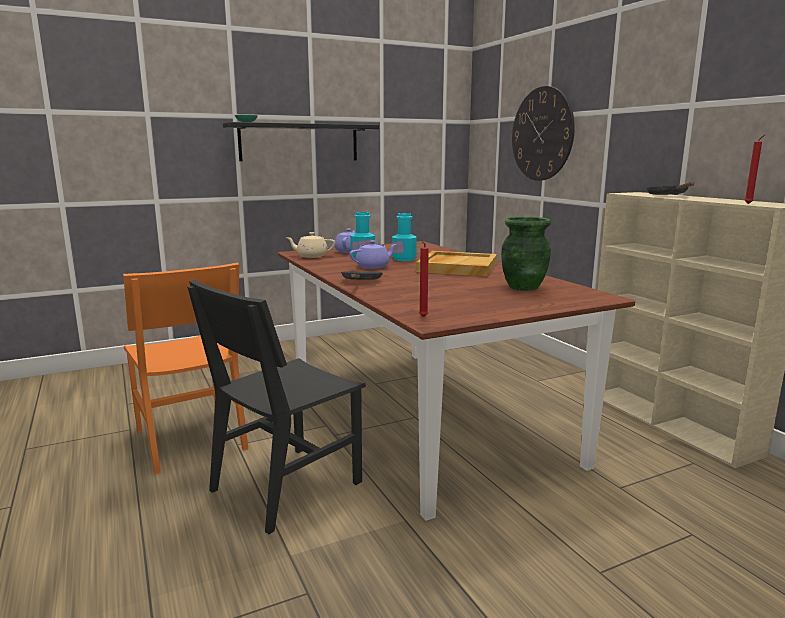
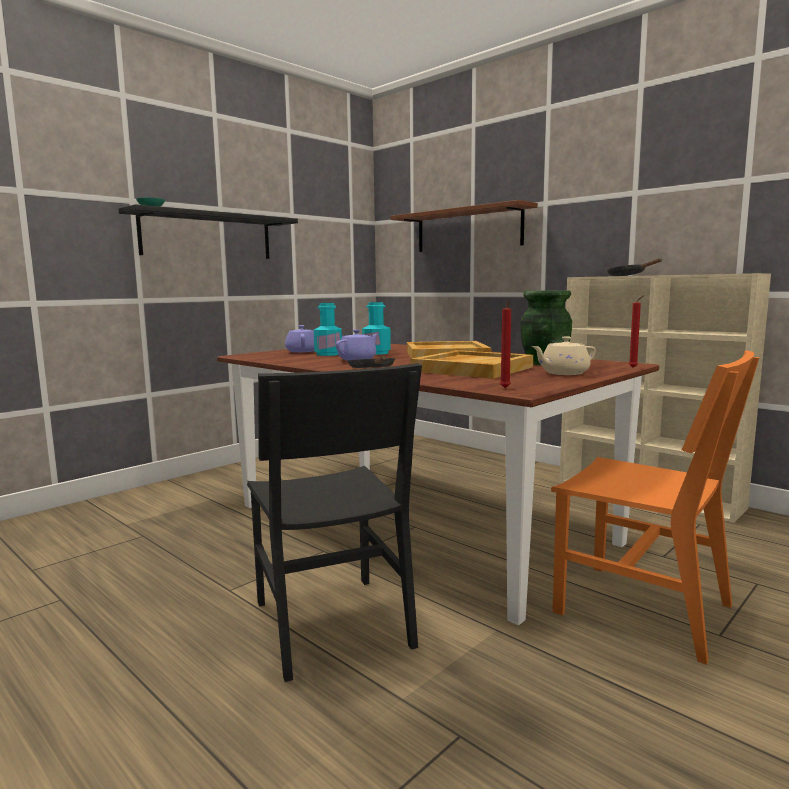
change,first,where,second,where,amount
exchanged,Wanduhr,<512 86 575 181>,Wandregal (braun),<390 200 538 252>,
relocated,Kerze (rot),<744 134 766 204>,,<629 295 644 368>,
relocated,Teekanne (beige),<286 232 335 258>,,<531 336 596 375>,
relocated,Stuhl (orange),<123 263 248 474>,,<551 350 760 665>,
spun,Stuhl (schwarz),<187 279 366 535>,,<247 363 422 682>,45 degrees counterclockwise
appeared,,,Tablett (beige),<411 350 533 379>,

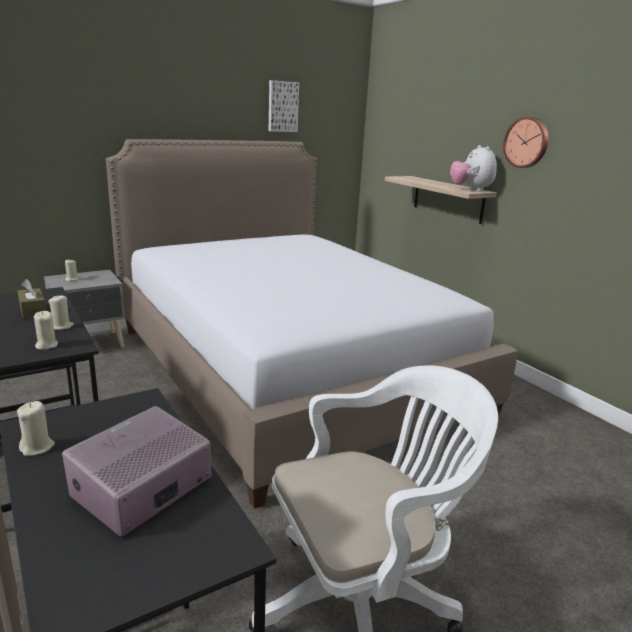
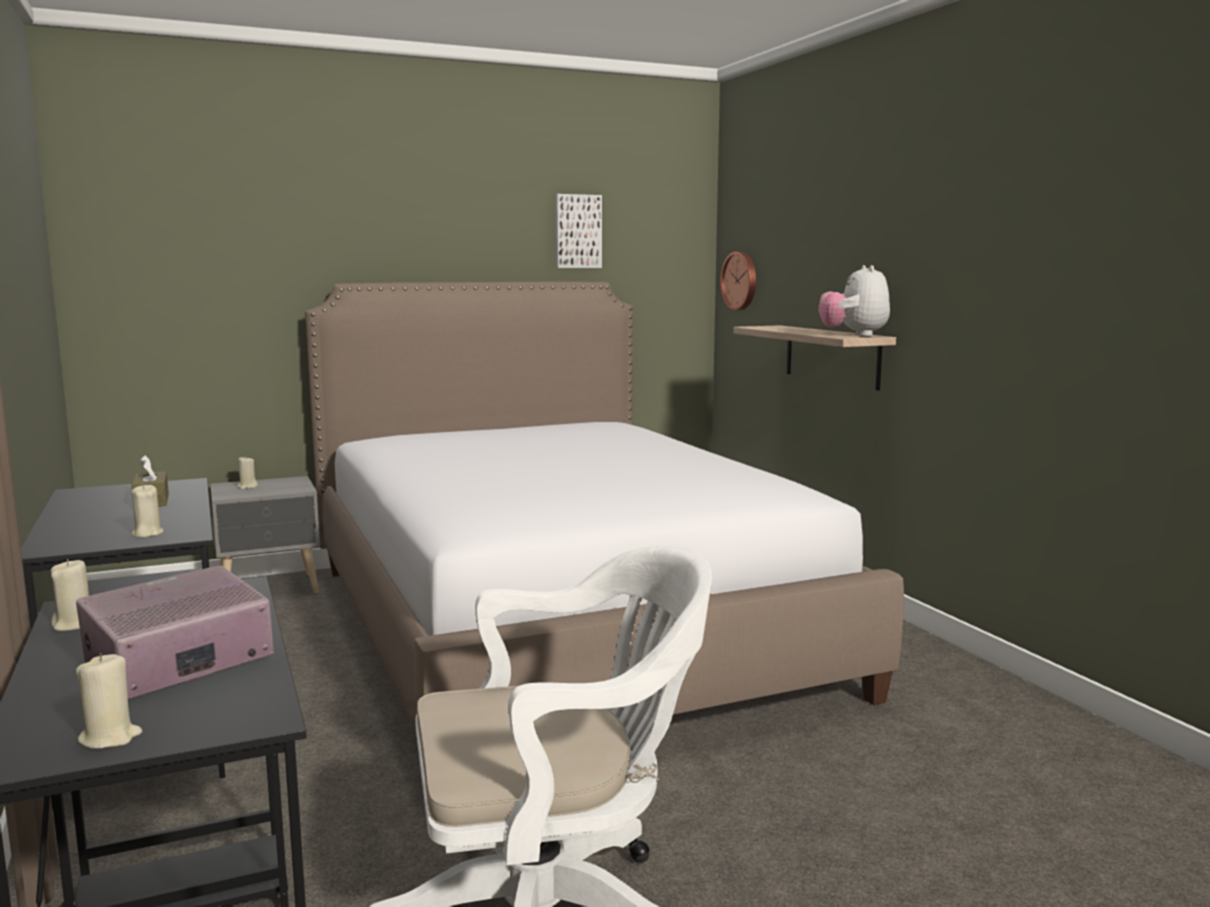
change,first,where,second,where,amount
relocated,Wanduhr,<503 117 548 168>,,<720 252 756 310>,
relocated,Kerze (beige),<49 295 74 330>,,<76 653 142 749>,

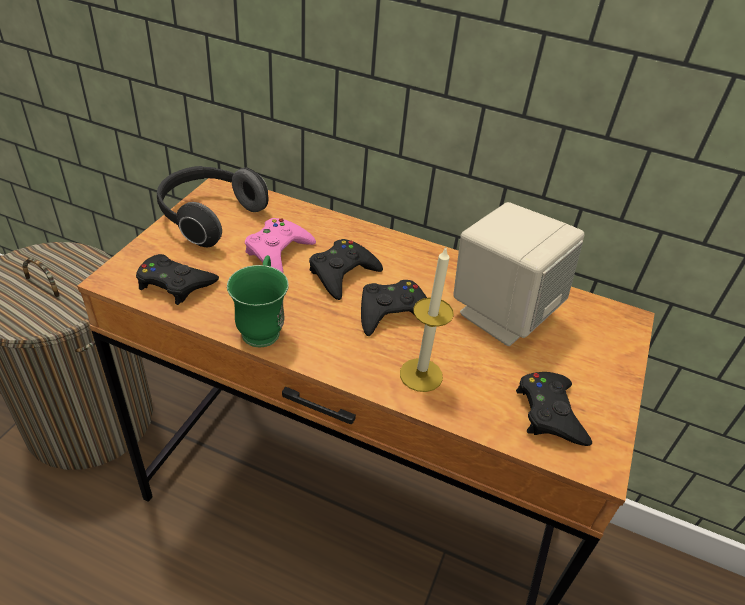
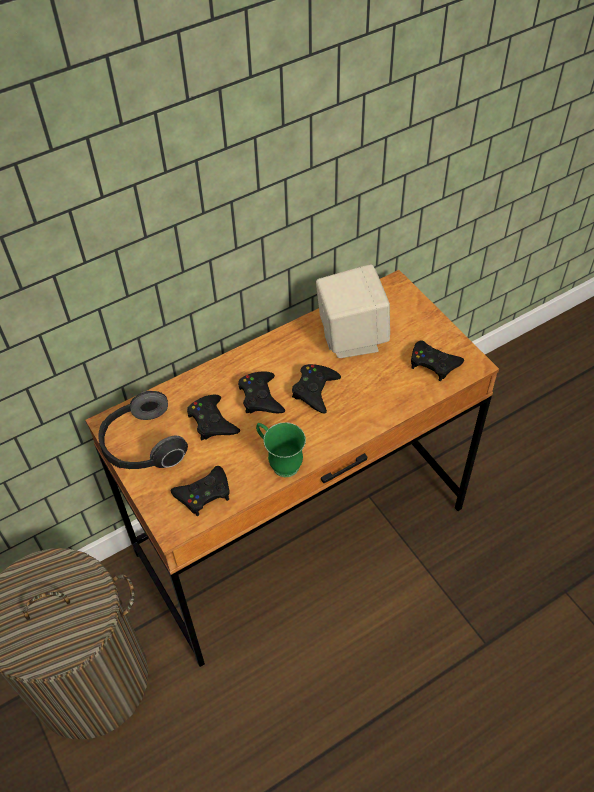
change,first,where,second,where,amount
colour,Gamepad (rosa),<245 218 316 273>,Gamepad (schwarz),<187 395 240 440>,
missing,Kerze,<400 248 454 392>,,,

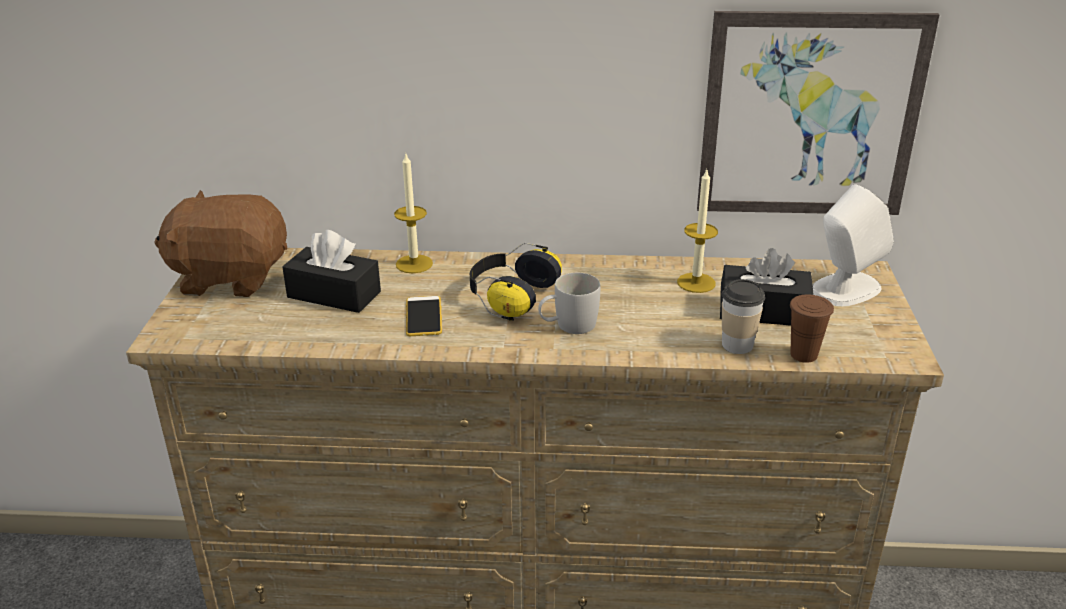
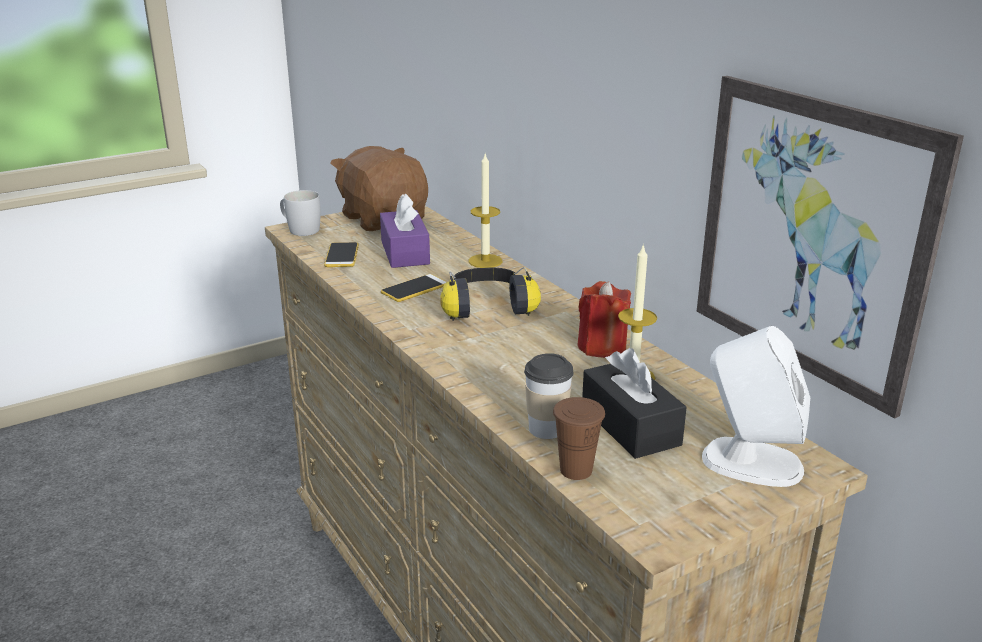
change,first,where,second,where,amount
colour,Taschentuchbox (schwarz),<282 230 381 313>,Taschentuchbox (lila),<380 193 430 268>,
relocated,Henkelbecher (weiß),<538 273 600 334>,,<280 190 321 236>,
appeared,,,Handy,<324 242 359 267>,
appeared,,,Kerze (rot),<578 281 631 358>,

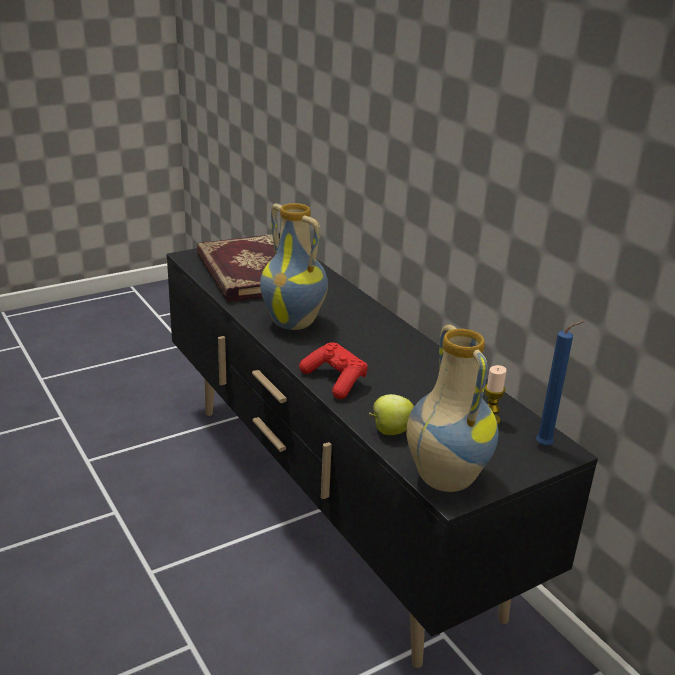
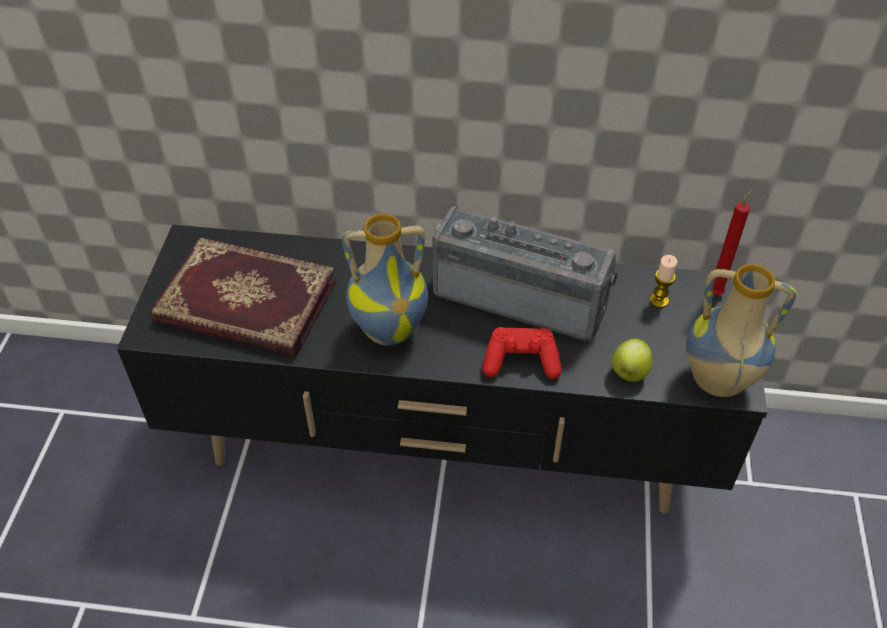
change,first,where,second,where,amount
colour,Kerze (blau),<536 321 584 446>,Kerze (rot),<712 188 753 295>,
appeared,,,Radio,<433 206 618 341>,

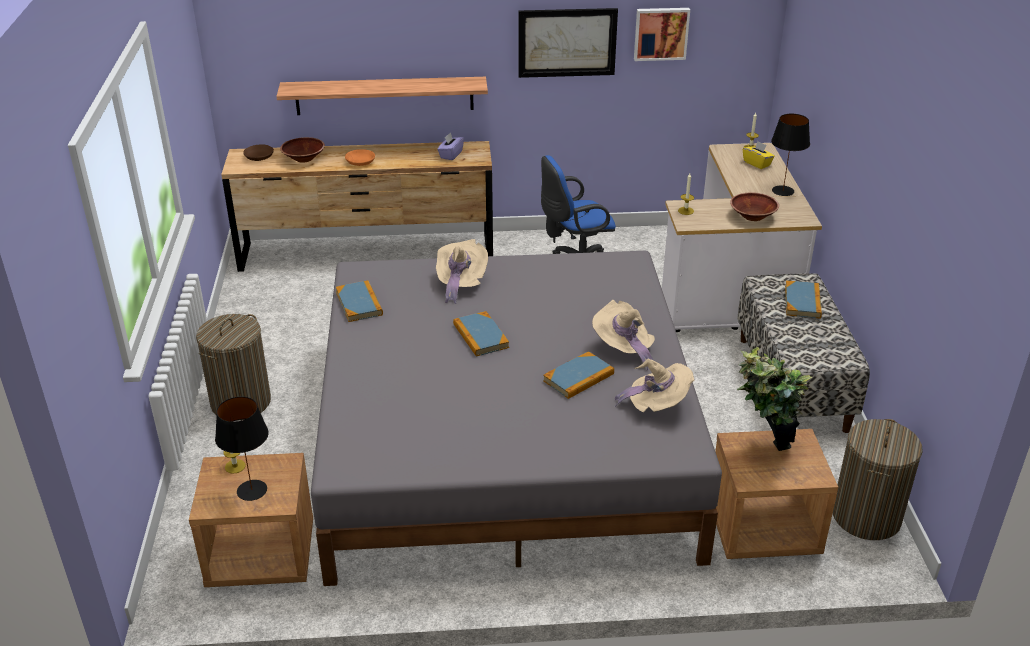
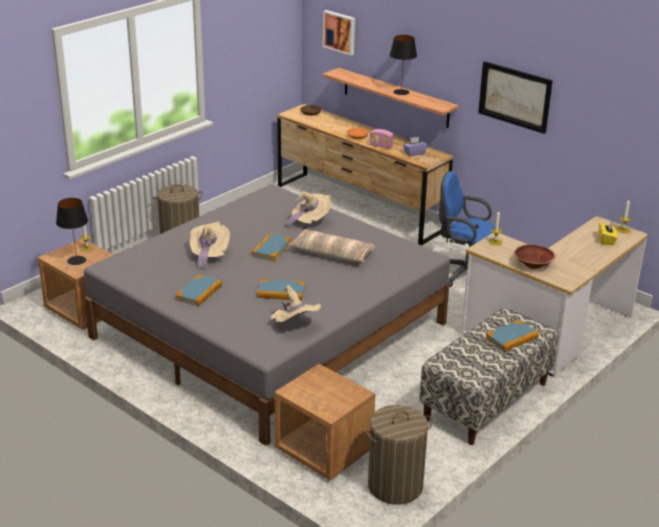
change,first,where,second,where,amount
relocated,Bild,<634 8 690 61>,,<323 10 355 55>,
relocated,Tischlampe (schwarz),<771 114 810 196>,,<390 35 417 95>,
missing,Schüssel (braun),<280 137 325 163>,,,
relocated,Buch,<336 280 383 322>,,<175 275 222 306>,
relocated,Hut (beige),<592 300 655 370>,,<190 222 230 270>,
missing,Topfpflanze,<737 347 813 451>,,,
appeared,,,Radio,<370 129 393 149>,
appeared,,,Kissen,<288 229 376 262>,

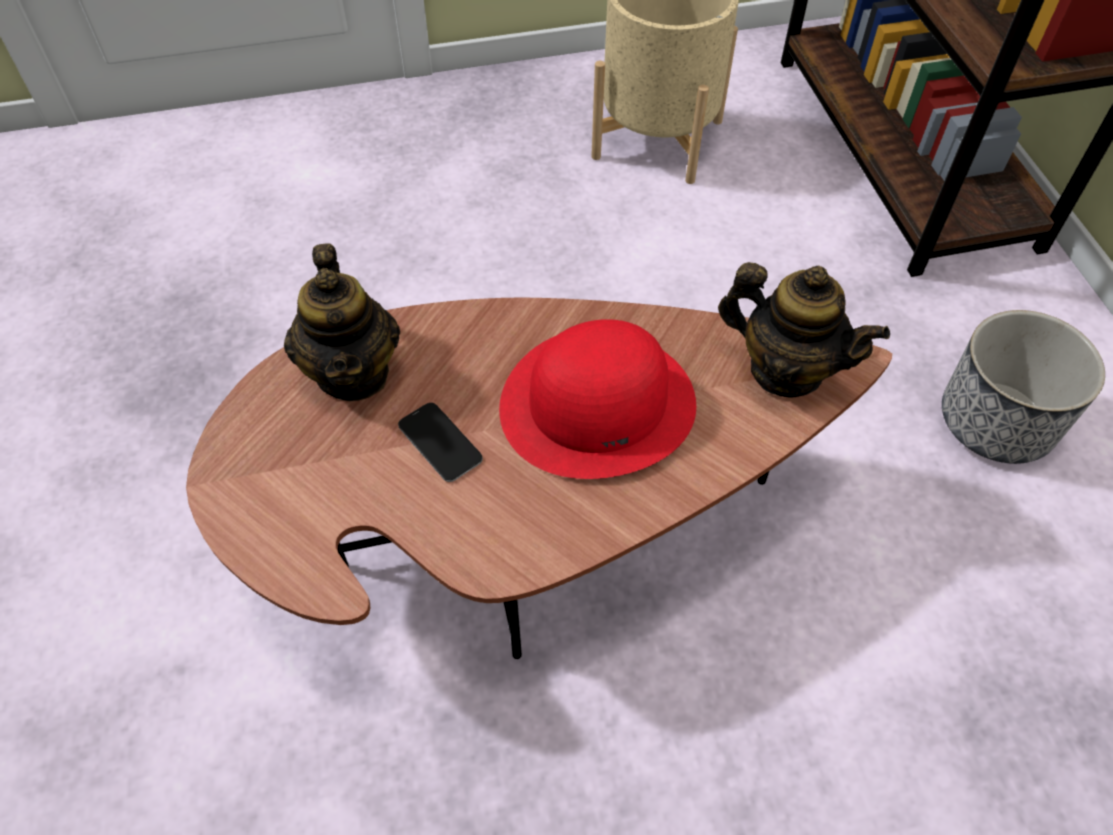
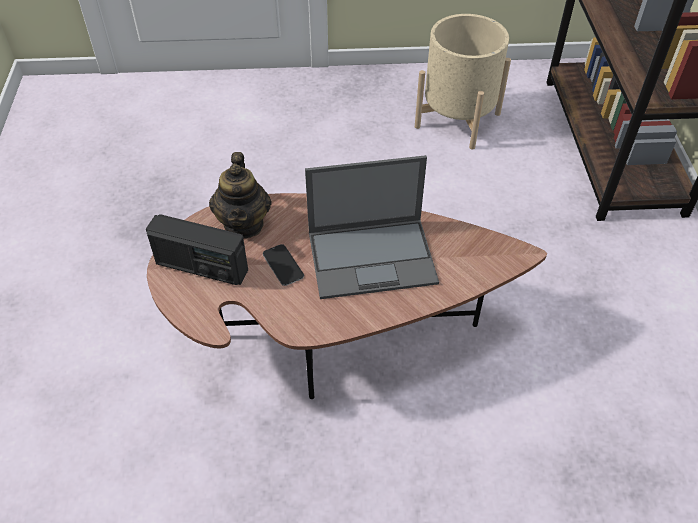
change,first,where,second,where,amount
missing,Teekanne,<718 262 890 397>,,,
missing,Pflanzkübel,<942 310 1105 464>,,,
exchanged,Hut (rot),<499 319 696 479>,Laptop,<305 155 439 299>,
appeared,,,Radio,<146 214 248 285>,

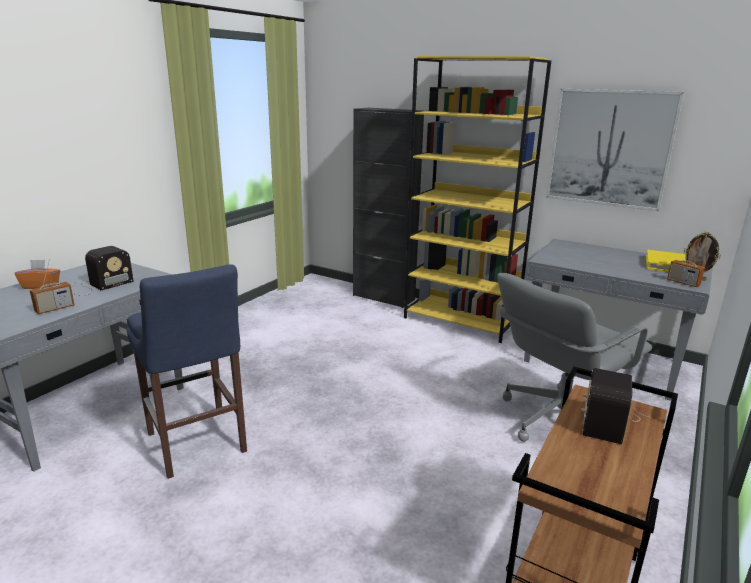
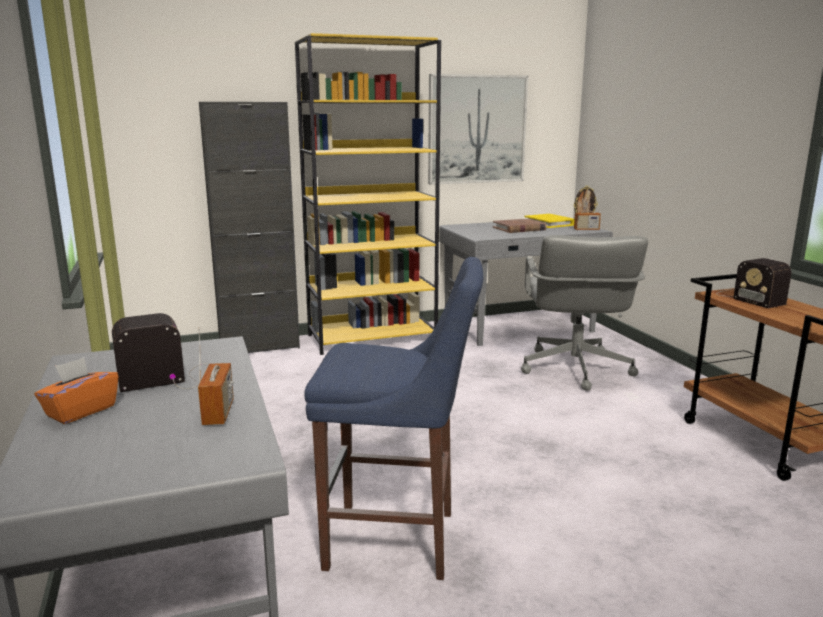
change,first,where,second,where,amount
spun,Radio,<71 246 133 296>,,<112 313 209 392>,105 degrees counterclockwise
appeared,,,Buch (braun),<493 218 547 233>,

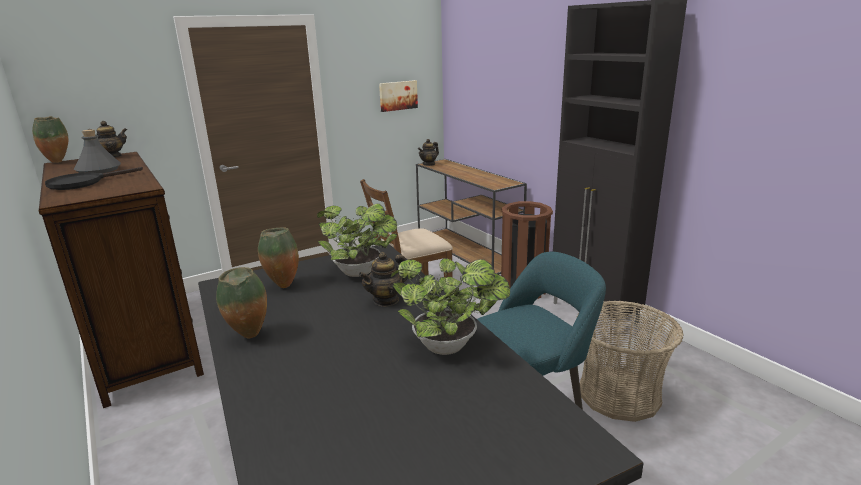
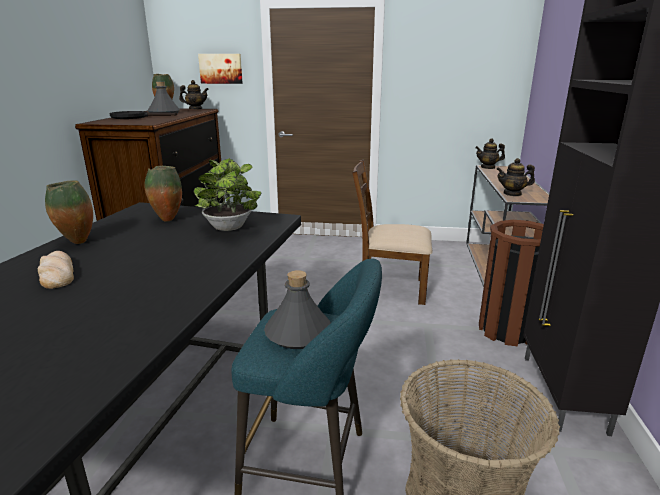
change,first,where,second,where,amount
relocated,Bild,<379 80 418 112>,,<198 54 243 84>,
relocated,Teekanne,<358 252 407 307>,,<496 158 535 196>,
missing,Topfpflanze,<391 258 510 355>,,,
appeared,,,Brot,<38 251 74 289>,
appeared,,,Flasche (grau),<264 270 331 349>,

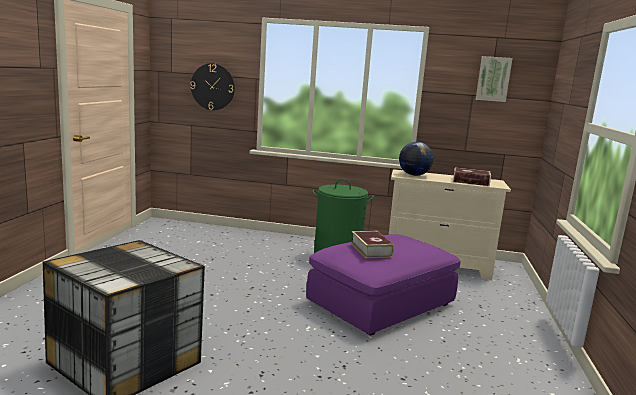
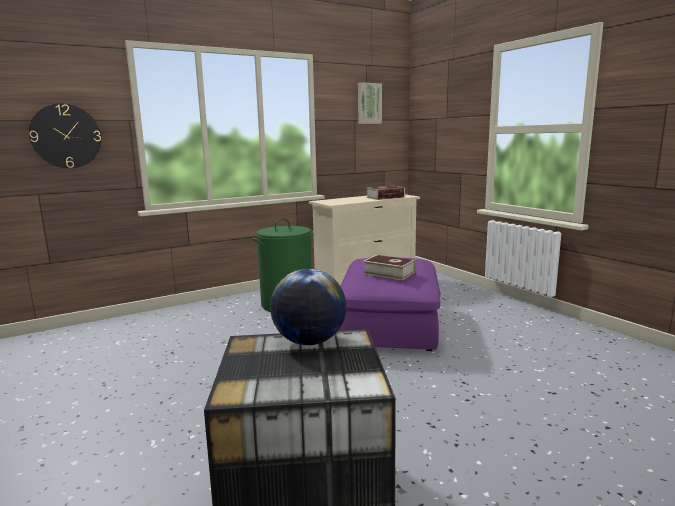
change,first,where,second,where,amount
relocated,Globus,<399 142 434 176>,,<270 269 346 345>,

